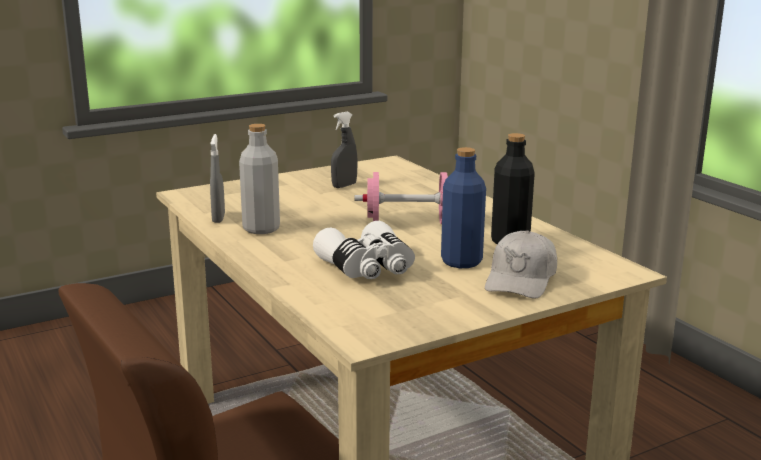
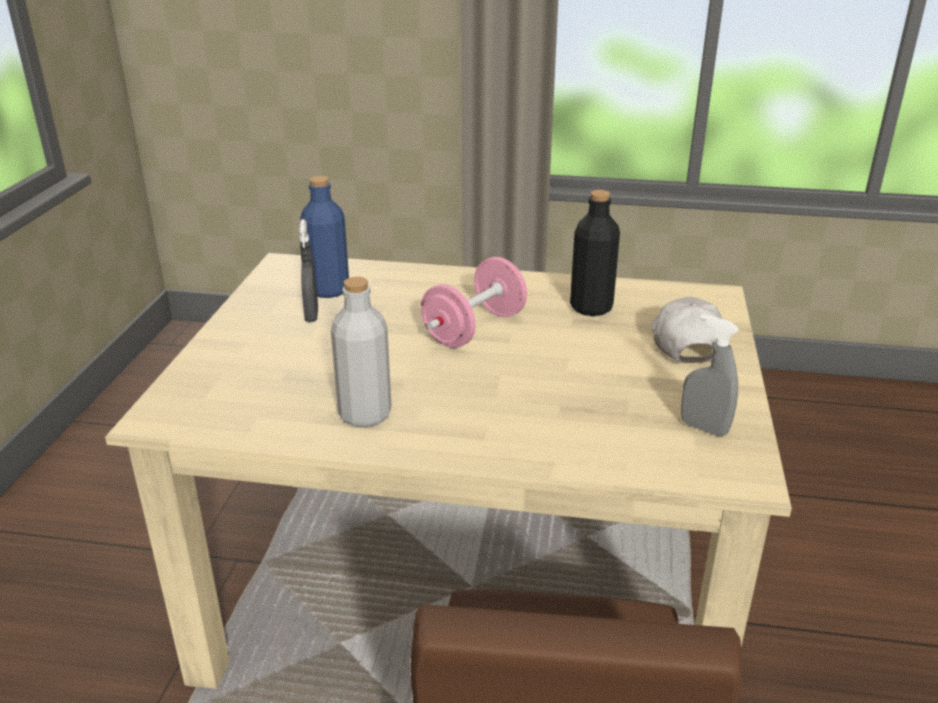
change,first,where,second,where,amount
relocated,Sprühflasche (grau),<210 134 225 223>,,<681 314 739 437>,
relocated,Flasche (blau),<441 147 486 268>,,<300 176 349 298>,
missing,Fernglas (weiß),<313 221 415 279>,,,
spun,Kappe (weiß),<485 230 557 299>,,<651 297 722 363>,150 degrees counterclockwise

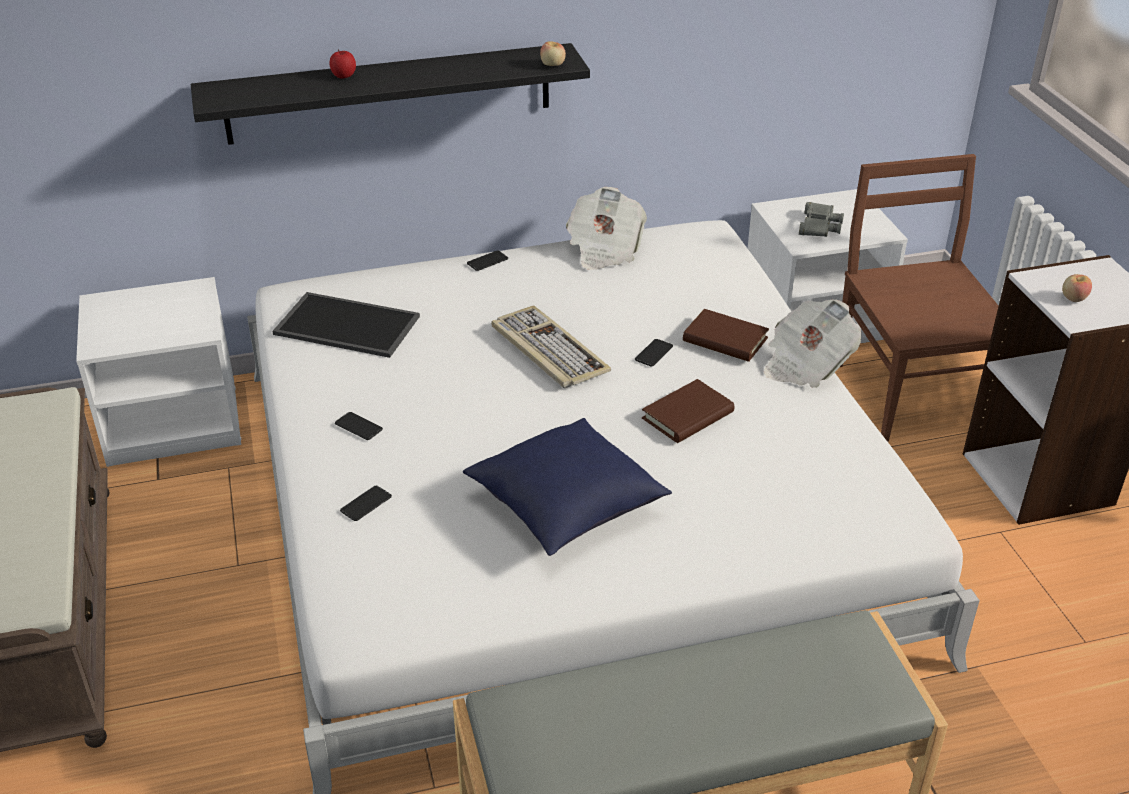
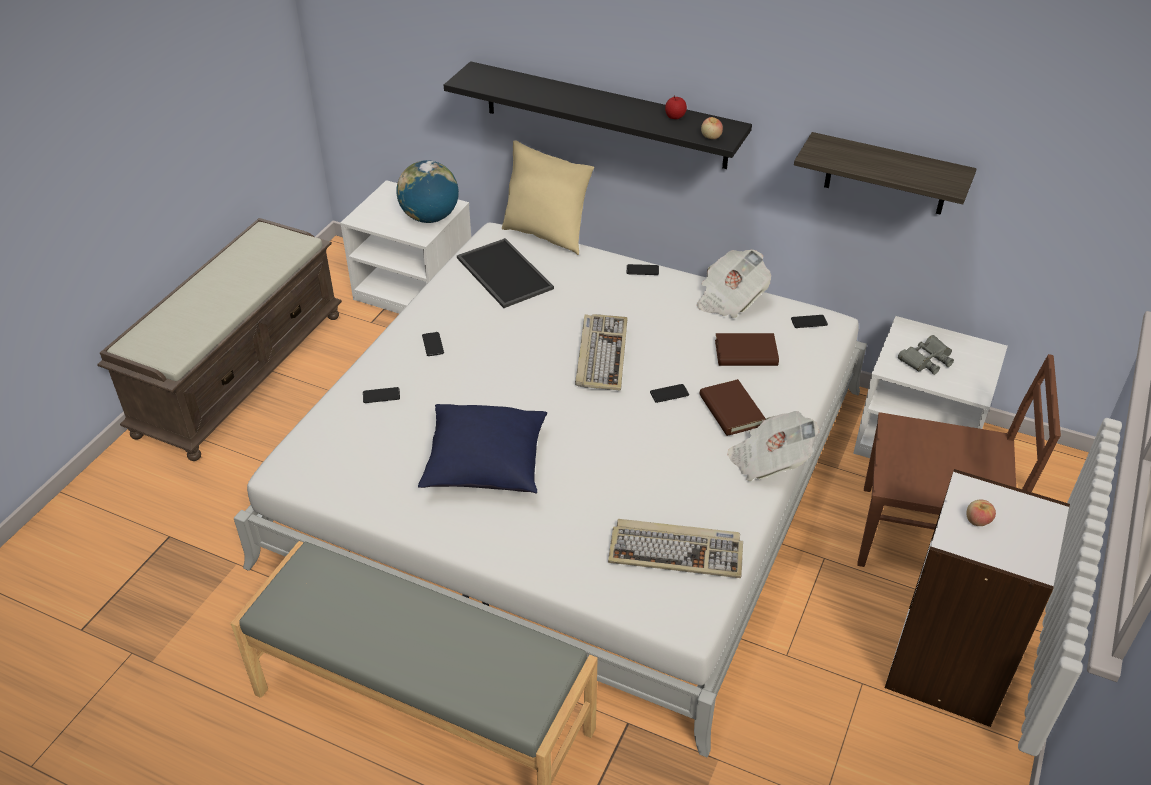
change,first,where,second,where,amount
relocated,Apfel,<329 49 356 79>,,<665 95 687 119>,
spun,Stuhl (braun),<840 154 999 442>,,<857 354 1061 567>,75 degrees clockwise
relocated,Buch (braun),<642 379 735 443>,,<715 333 779 366>,
appeared,,,Wandregal,<794 132 977 215>,
appeared,,,Kissen (beige),<502 140 594 255>,
appeared,,,Globus,<396 160 459 223>,
appeared,,,Handy,<791 315 828 328>,
appeared,,,Tastatur,<608 519 743 578>,

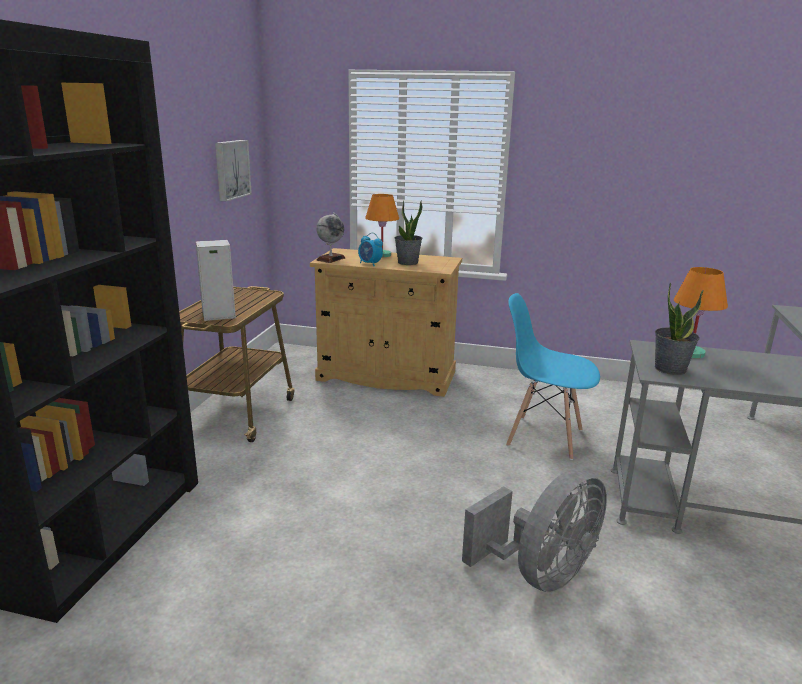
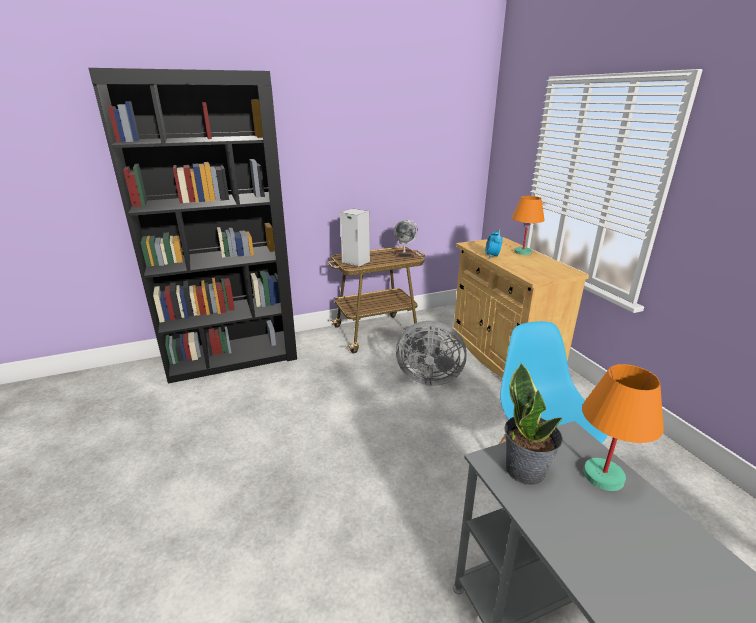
change,first,where,second,where,amount
missing,Bild,<215 140 252 201>,,,
missing,Topfpflanze,<395 200 423 265>,,,
relocated,Globus,<316 213 345 263>,,<394 219 418 257>,
relocated,Ventilator (grau),<462 469 607 592>,,<396 321 467 386>,

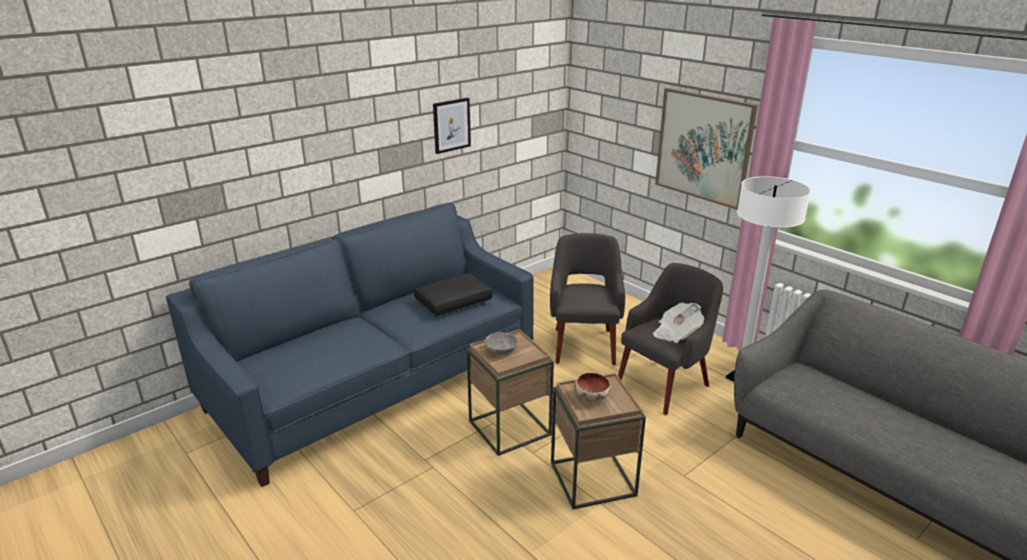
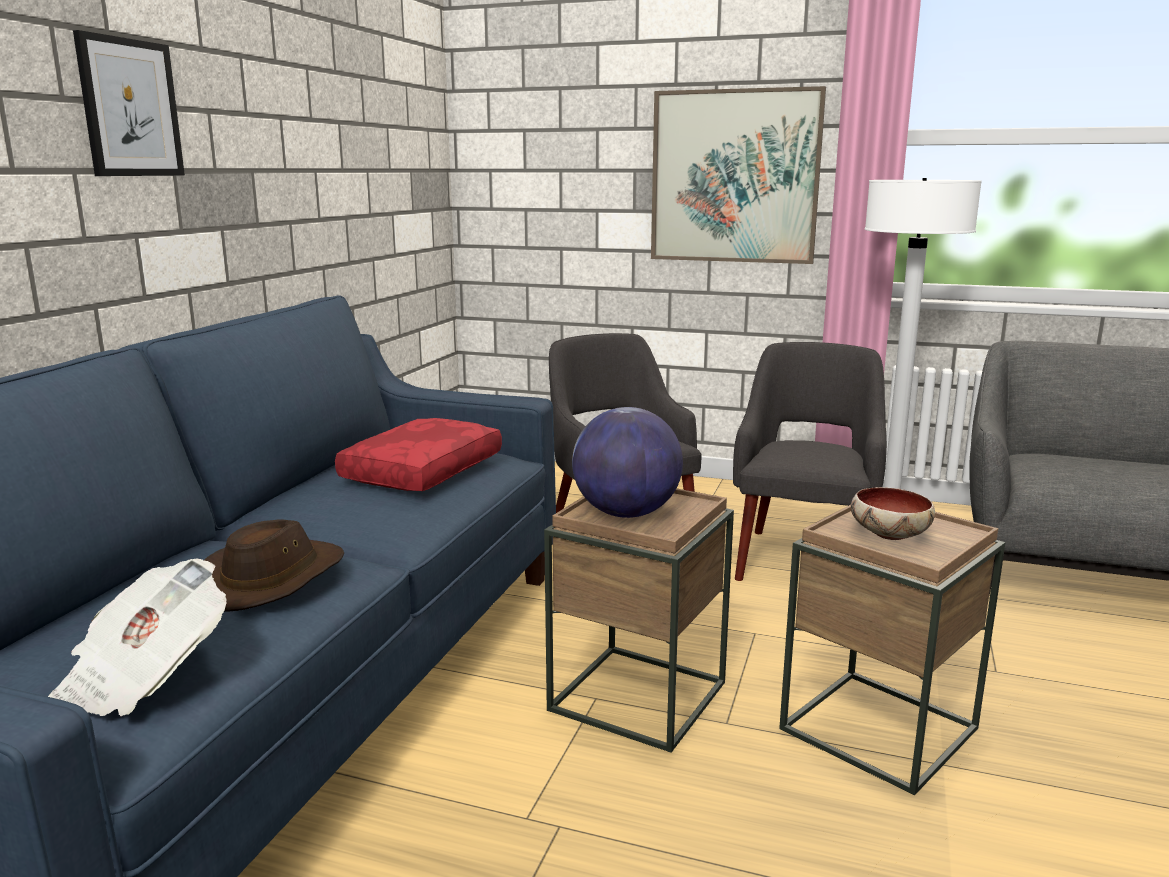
change,first,where,second,where,amount
relocated,Bild,<433 98 471 154>,,<73 30 185 176>,
colour,Kissen (schwarz),<414 273 493 316>,Kissen (rot),<335 418 502 491>,
relocated,Zeitung,<653 303 704 343>,,<48 559 227 716>,
exchanged,Schüssel (grau),<484 332 518 355>,Globus,<572 407 683 518>,
appeared,,,Hut (braun),<204 519 344 612>,

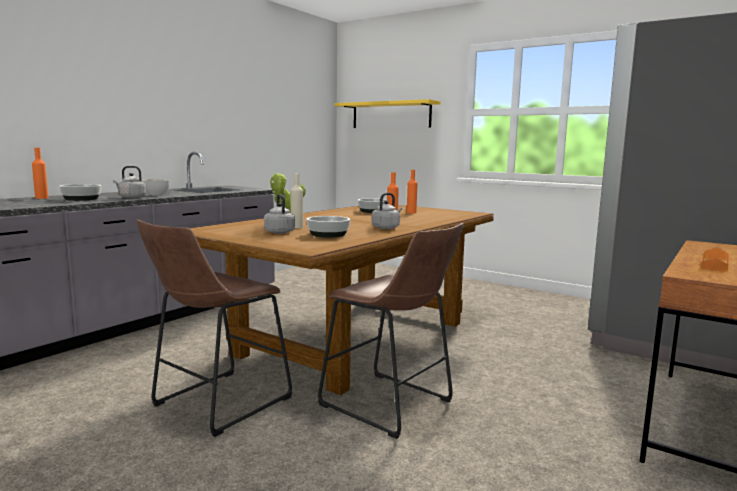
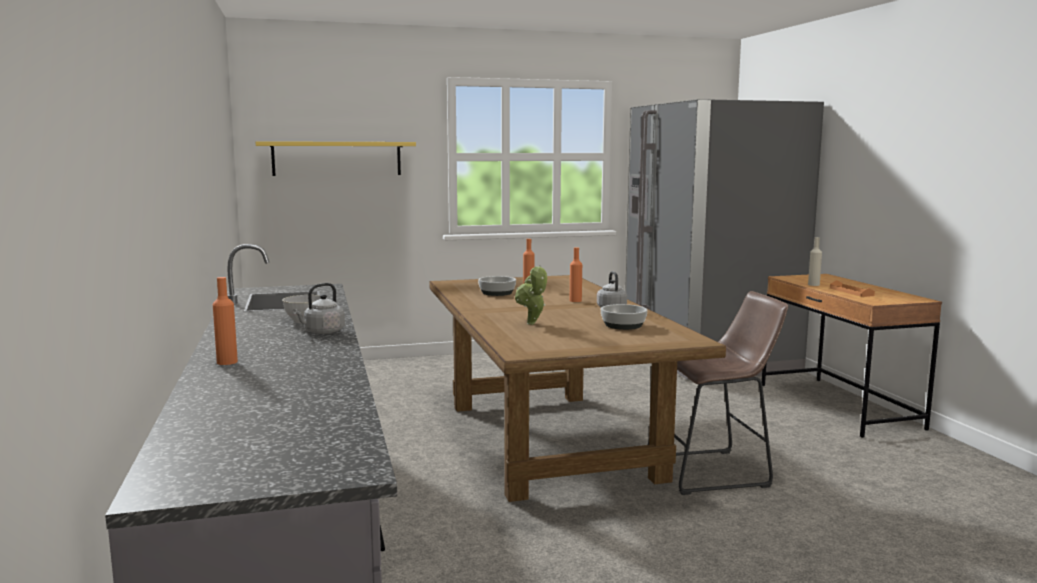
change,first,where,second,where,amount
relocated,Flasche (beige),<291 173 303 229>,,<808 237 822 286>,
missing,Schüssel,<59 184 101 201>,,,
missing,Wasserkessel (grau),<264 194 295 234>,,,
missing,Hocker (braun),<136 219 292 437>,,,

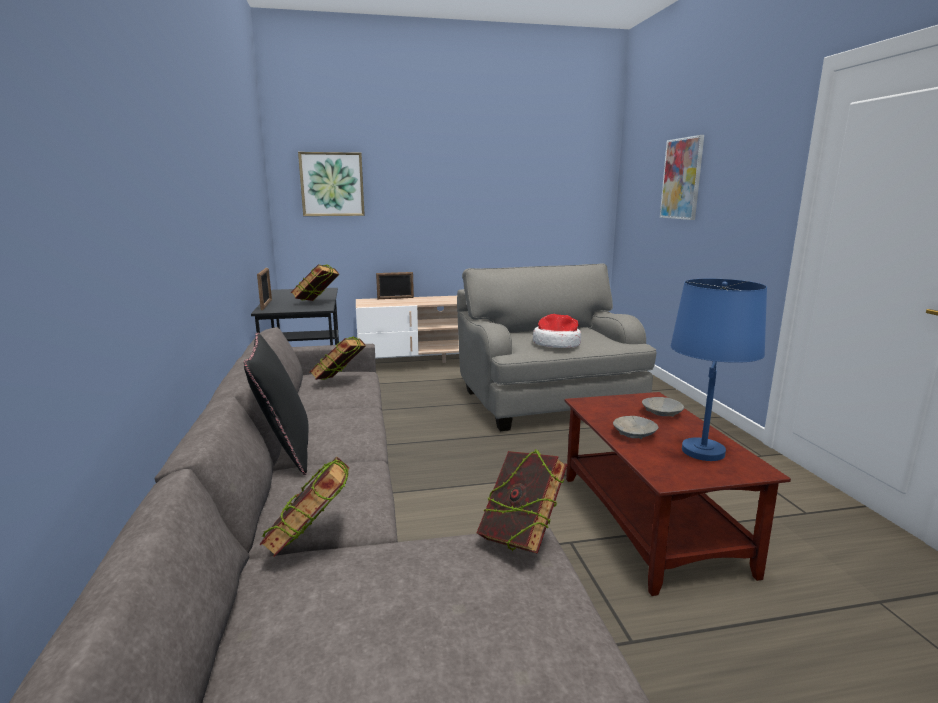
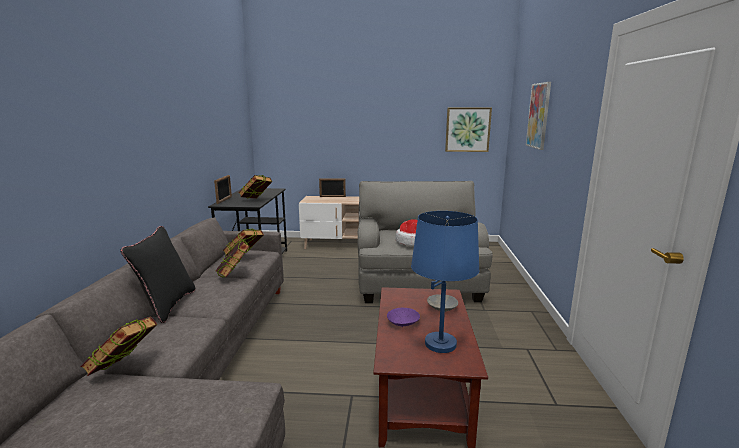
change,first,where,second,where,amount
relocated,Bild,<298 152 365 216>,,<445 108 492 152>,
colour,Schüssel (grau),<613 416 659 439>,Schüssel (lila),<387 308 420 327>,
relocated,Buch,<477 449 568 554>,,<216 239 250 278>,

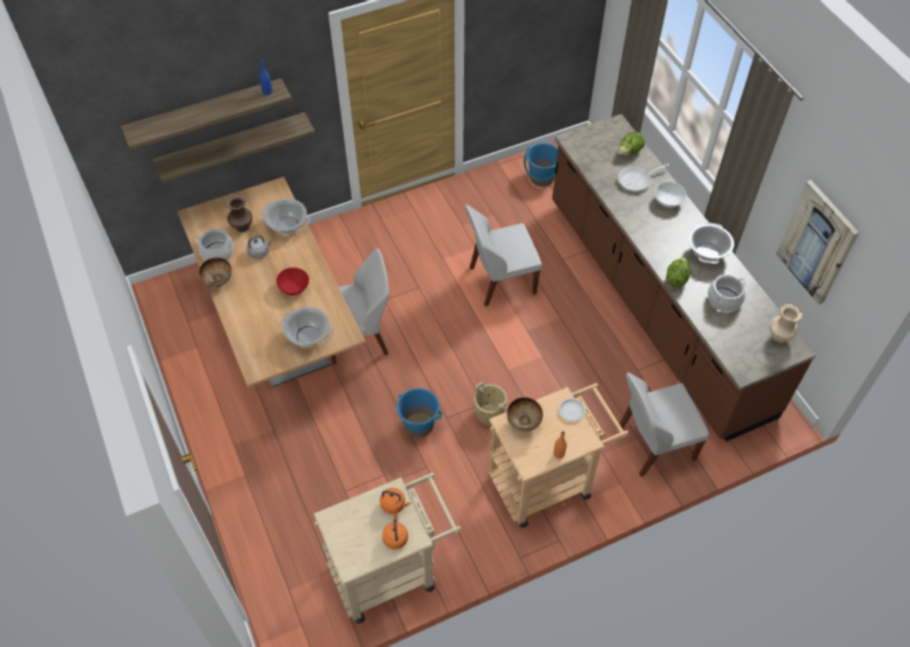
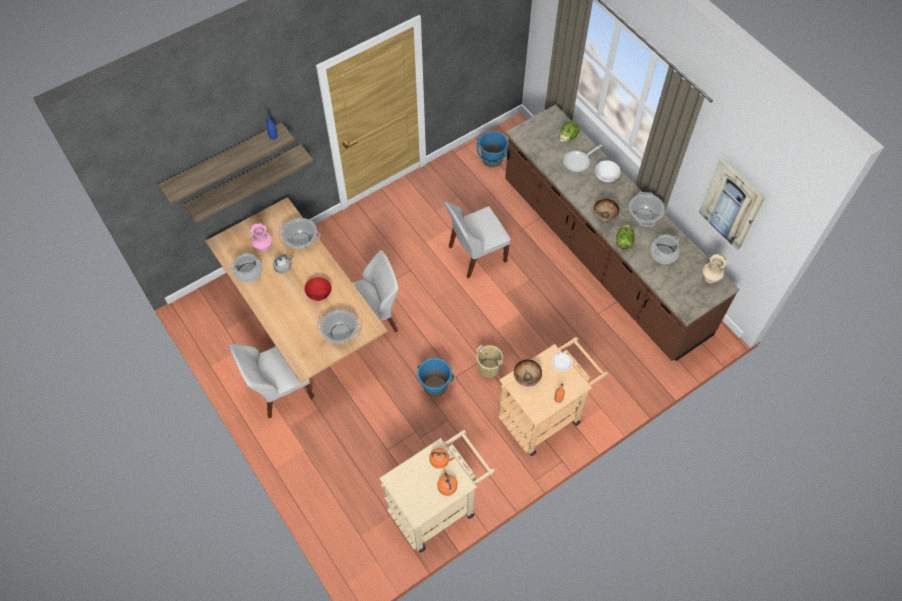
change,first,where,second,where,amount
colour,Vase (braun),<226 195 252 232>,Vase (rosa),<250 223 272 252>,
relocated,Schüssel,<199 257 232 287>,,<593 198 619 222>,
relocated,Stuhl (weiß),<618 373 709 477>,,<229 344 313 418>,

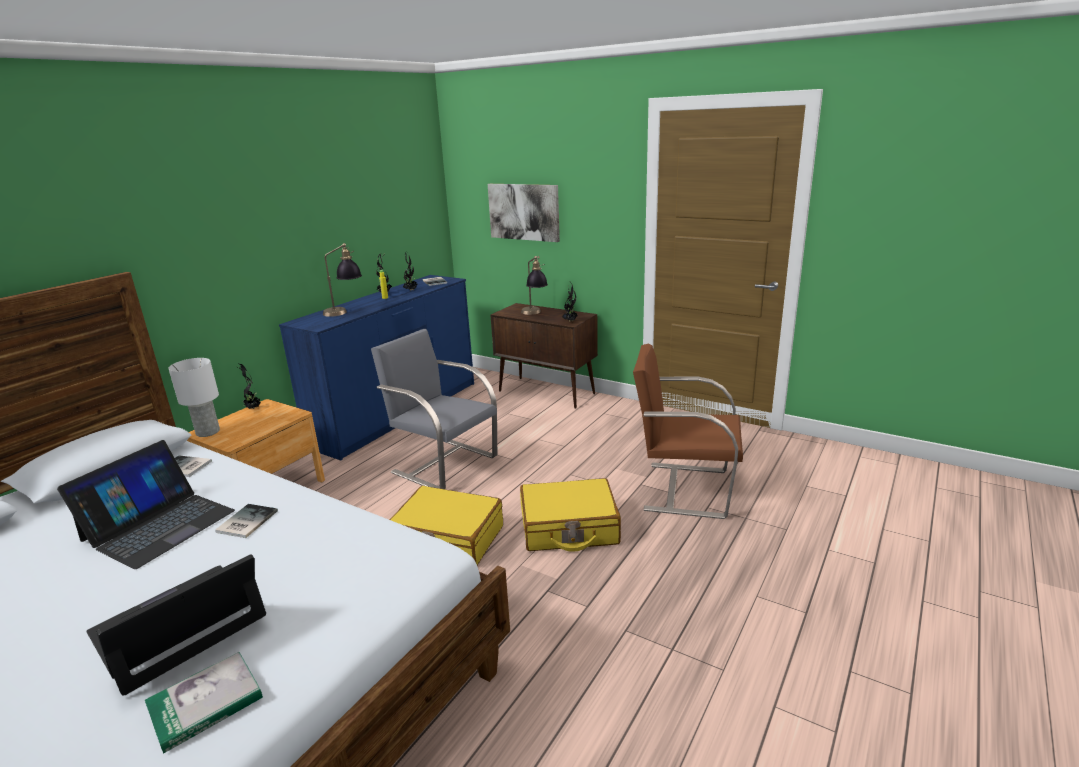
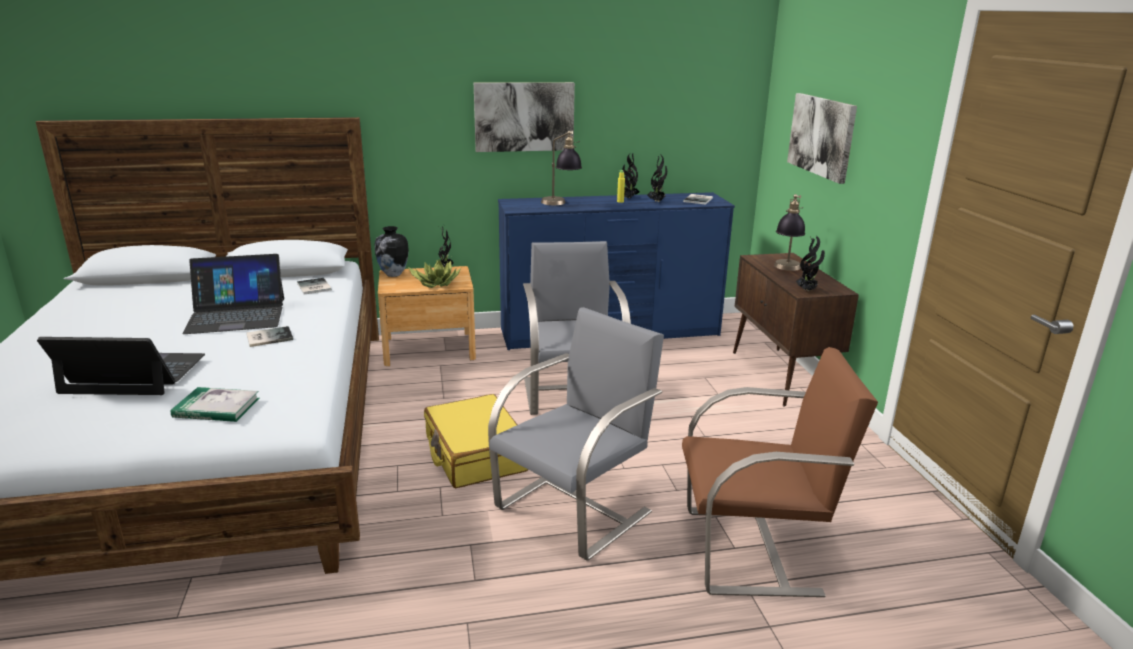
change,first,where,second,where,amount
spun,Stuhl (braun),<633 344 743 519>,,<682 347 878 597>,120 degrees clockwise
exchanged,Tischlampe (weiß),<168 358 220 437>,Vase,<375 226 409 277>,
exchanged,Koffer (gelb),<520 478 621 552>,Stuhl (grau),<488 307 664 561>,
relocated,Buch,<145 652 263 753>,,<171 387 260 422>,
appeared,,,Bild,<474 82 575 152>,
appeared,,,Topfpflanze,<408 259 461 288>,

